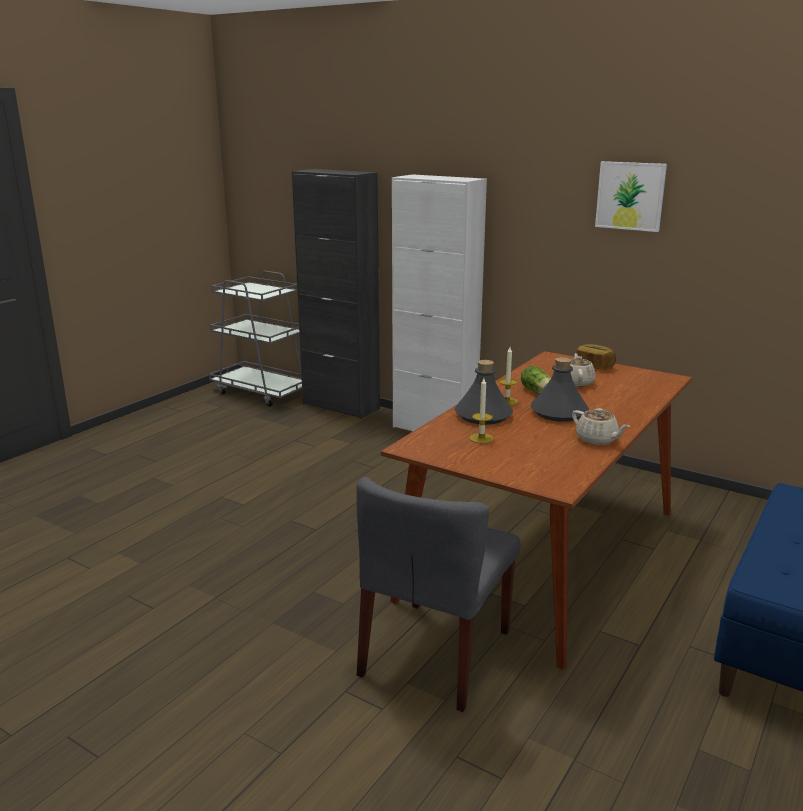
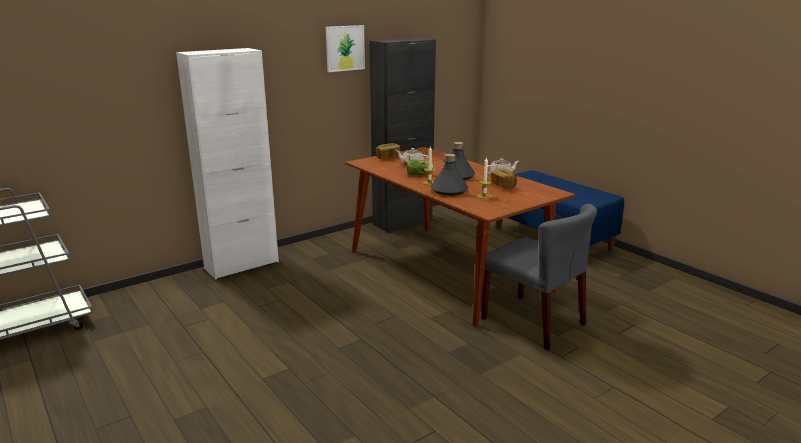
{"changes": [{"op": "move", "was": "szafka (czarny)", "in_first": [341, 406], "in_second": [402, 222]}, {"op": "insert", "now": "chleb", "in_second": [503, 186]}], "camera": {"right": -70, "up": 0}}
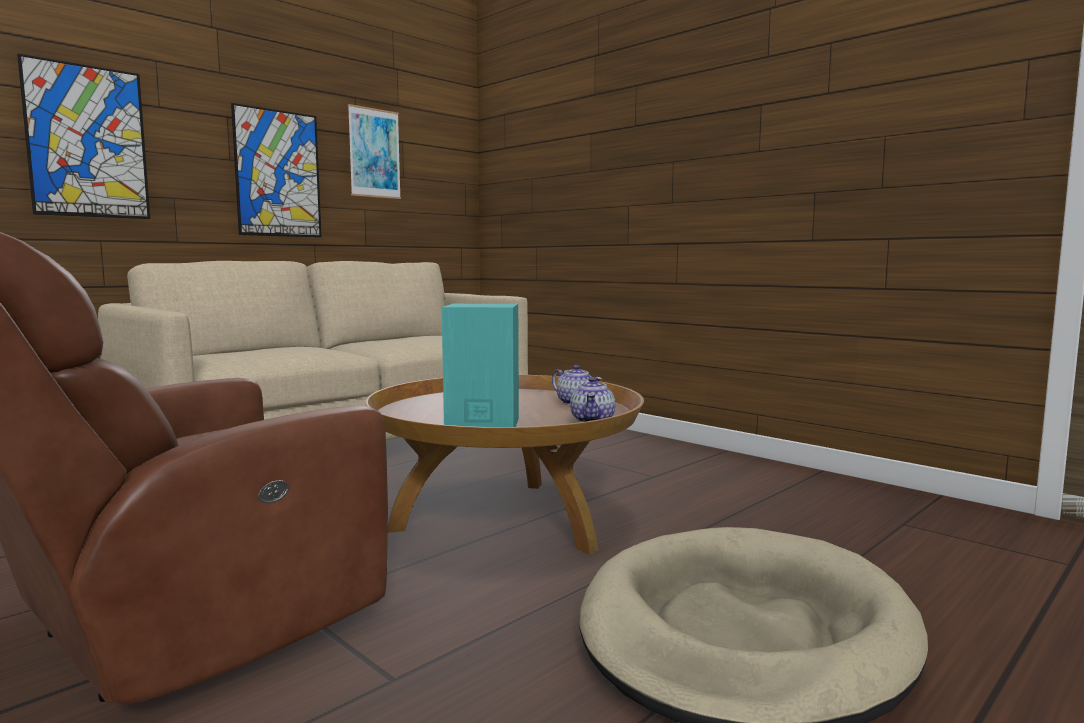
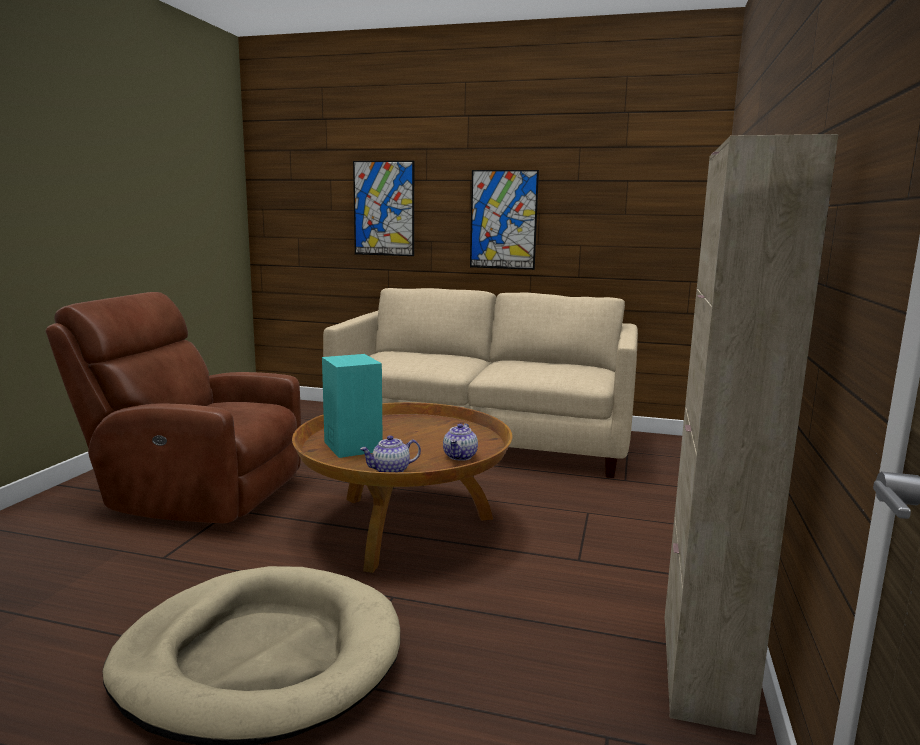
{"changes": [{"op": "insert", "now": "szafka (beżowy)", "in_second": [703, 669]}, {"op": "delete", "was": "obraz", "in_first": [374, 153]}], "camera": {"right": 60, "up": 5}}
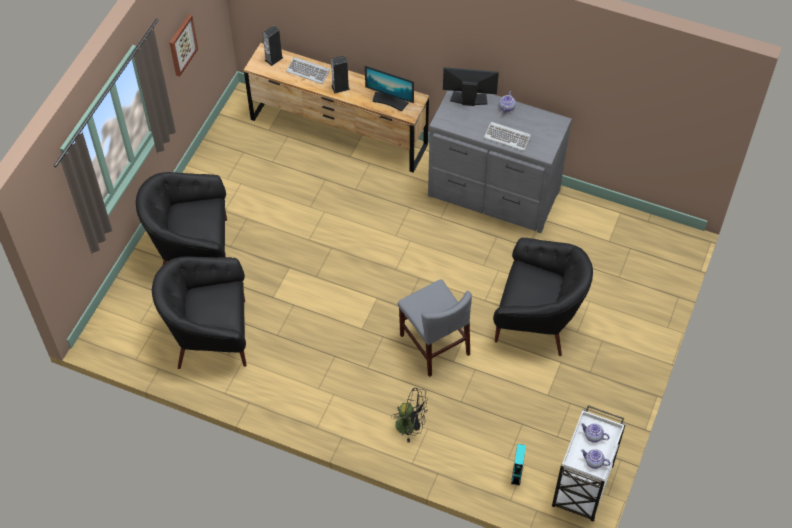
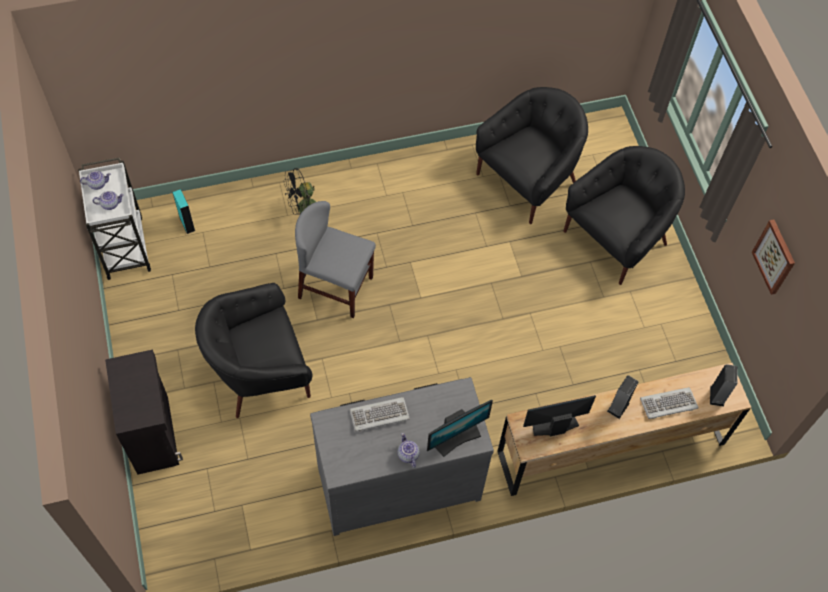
{"changes": [{"op": "insert", "now": "szafka (czarny)", "in_second": [154, 433]}], "camera": {"right": 140, "up": 5}}
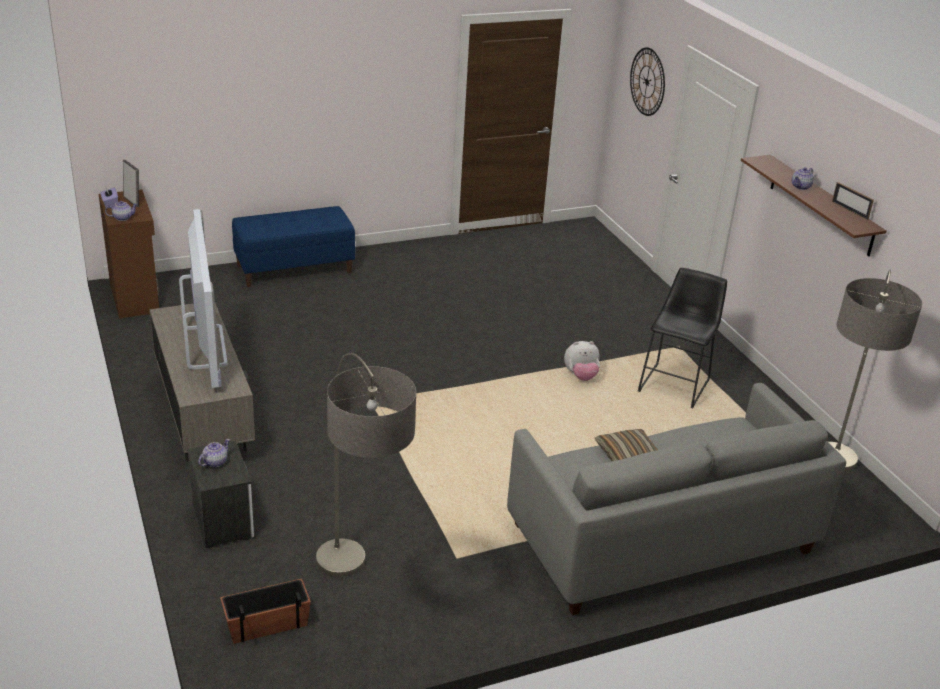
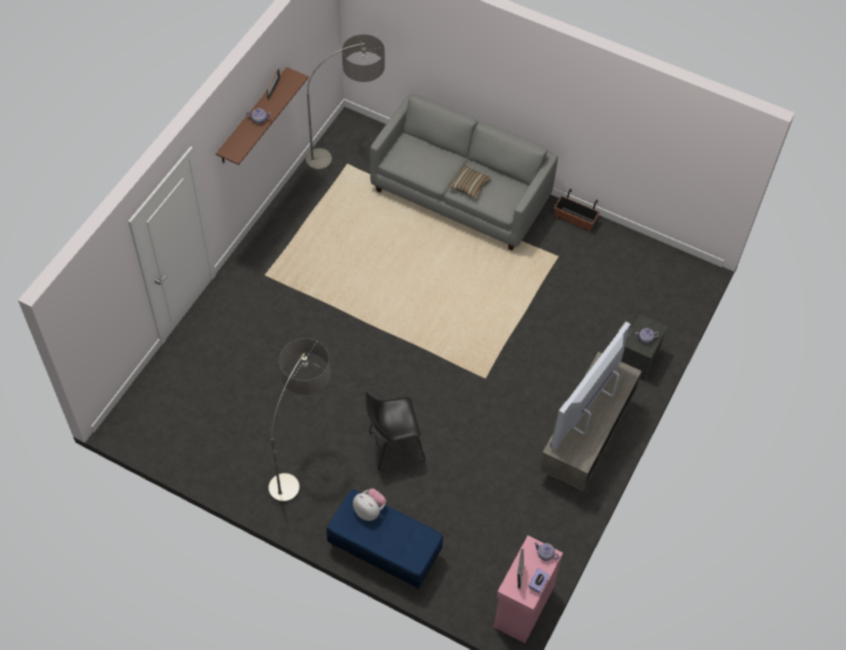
{"changes": [{"op": "move", "was": "lampa stojąca", "in_first": [359, 600], "in_second": [303, 459]}, {"op": "move", "was": "pluszak", "in_first": [581, 376], "in_second": [369, 510]}, {"op": "move", "was": "stołek (czarny)", "in_first": [675, 384], "in_second": [393, 447]}, {"op": "recolor", "was": "szafka (brązowy)", "now": "szafka (różowy)", "in_first": [135, 297], "in_second": [522, 607]}, {"op": "move", "was": "donica", "in_first": [267, 623], "in_second": [575, 219]}, {"op": "delete", "was": "zegar ścienny", "in_first": [647, 81]}], "camera": {"right": -130, "up": 25}}
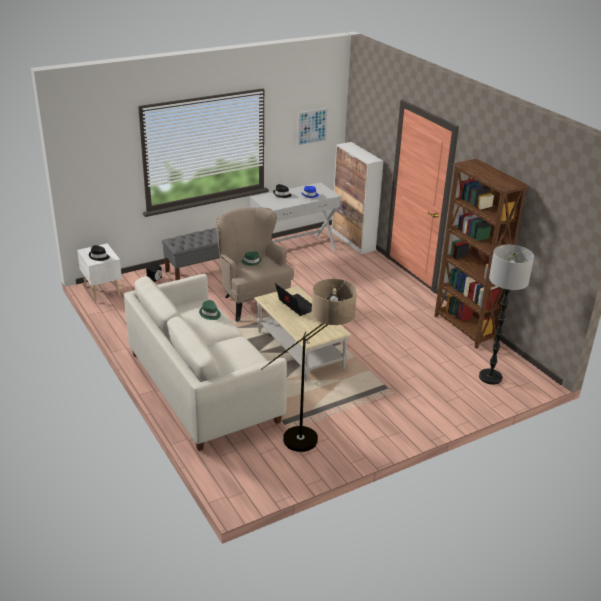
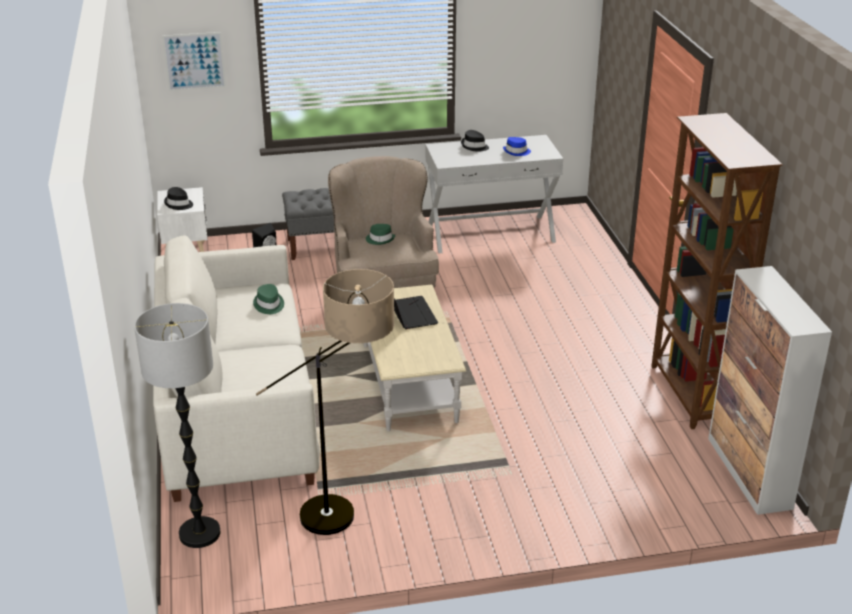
{"changes": [{"op": "move", "was": "lampa stojąca", "in_first": [490, 377], "in_second": [199, 533]}, {"op": "move", "was": "obraz", "in_first": [312, 127], "in_second": [194, 61]}, {"op": "move", "was": "szafka", "in_first": [353, 240], "in_second": [749, 473]}], "camera": {"right": 20, "up": 0}}
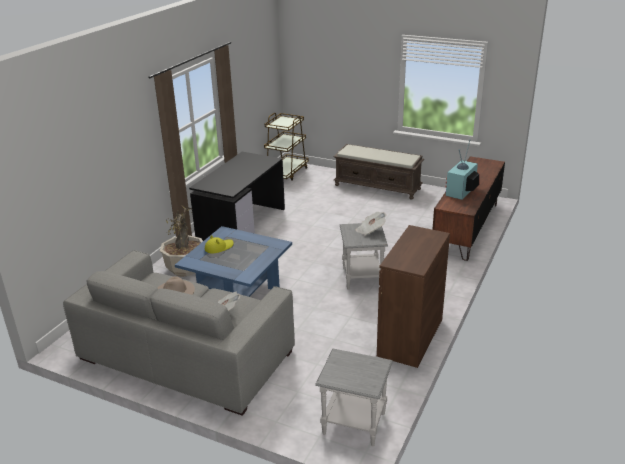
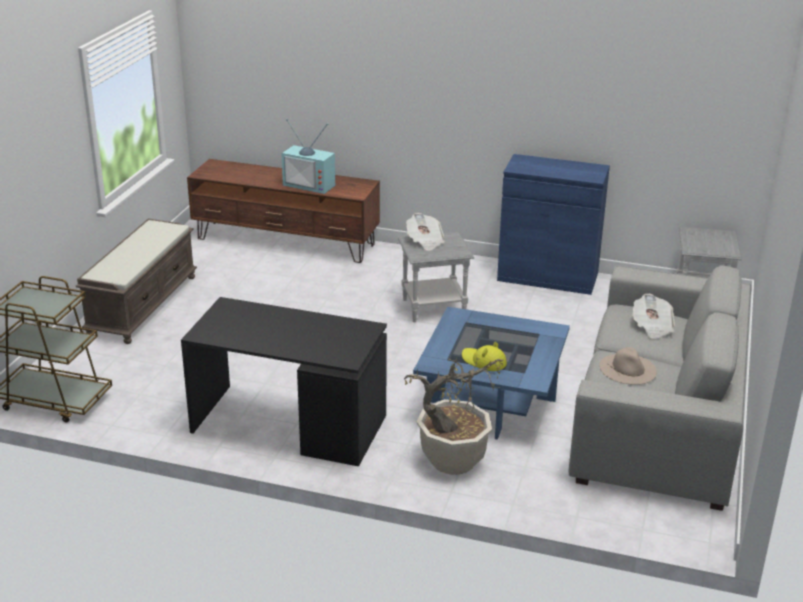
{"changes": [{"op": "recolor", "was": "szafka (brązowy)", "now": "szafka (niebieski)", "in_first": [410, 337], "in_second": [547, 277]}], "camera": {"right": -100, "up": 0}}
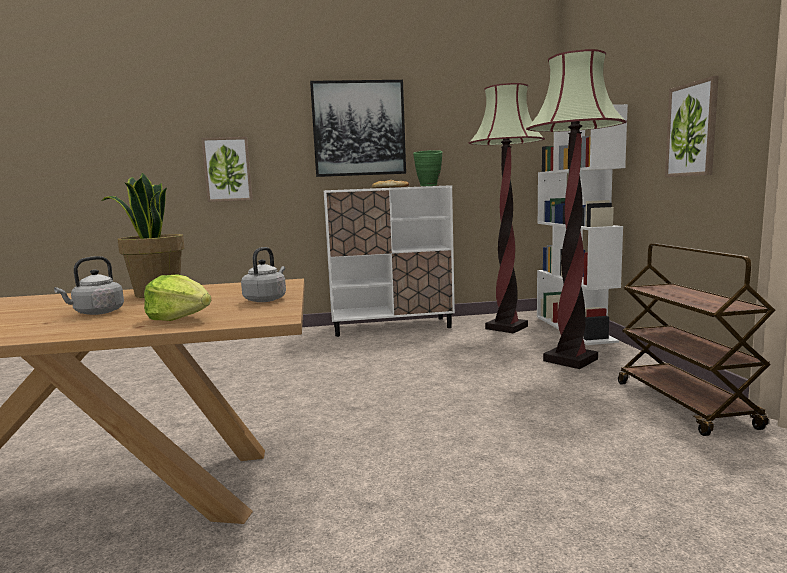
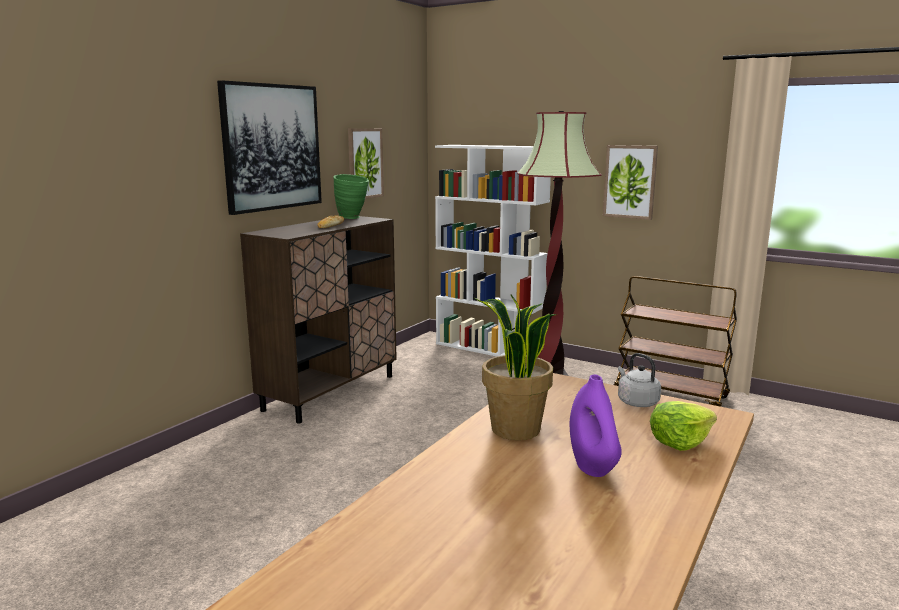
{"changes": [{"op": "recolor", "was": "szafka (biały)", "now": "szafka (brązowy)", "in_first": [392, 327], "in_second": [331, 392]}, {"op": "move", "was": "obraz", "in_first": [227, 169], "in_second": [364, 163]}, {"op": "replace", "was": "czajnik (szary)", "now": "wazon (fioletowy)", "in_first": [96, 313], "in_second": [593, 467]}, {"op": "delete", "was": "lampa stojąca", "in_first": [506, 327]}], "camera": {"right": -50, "up": 5}}
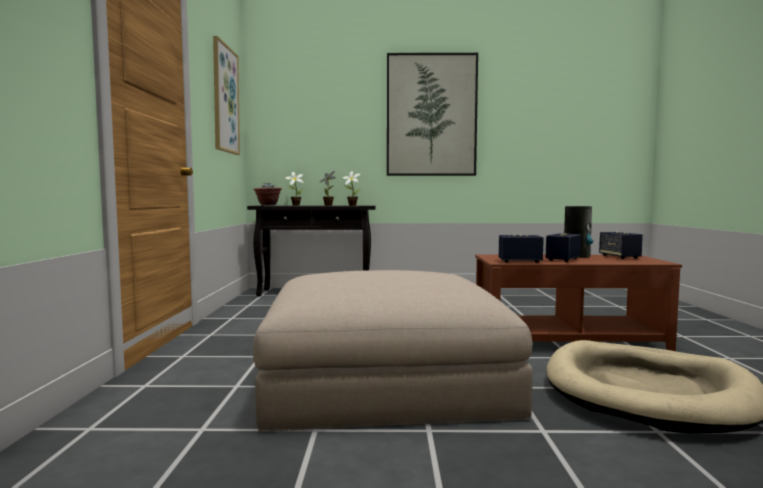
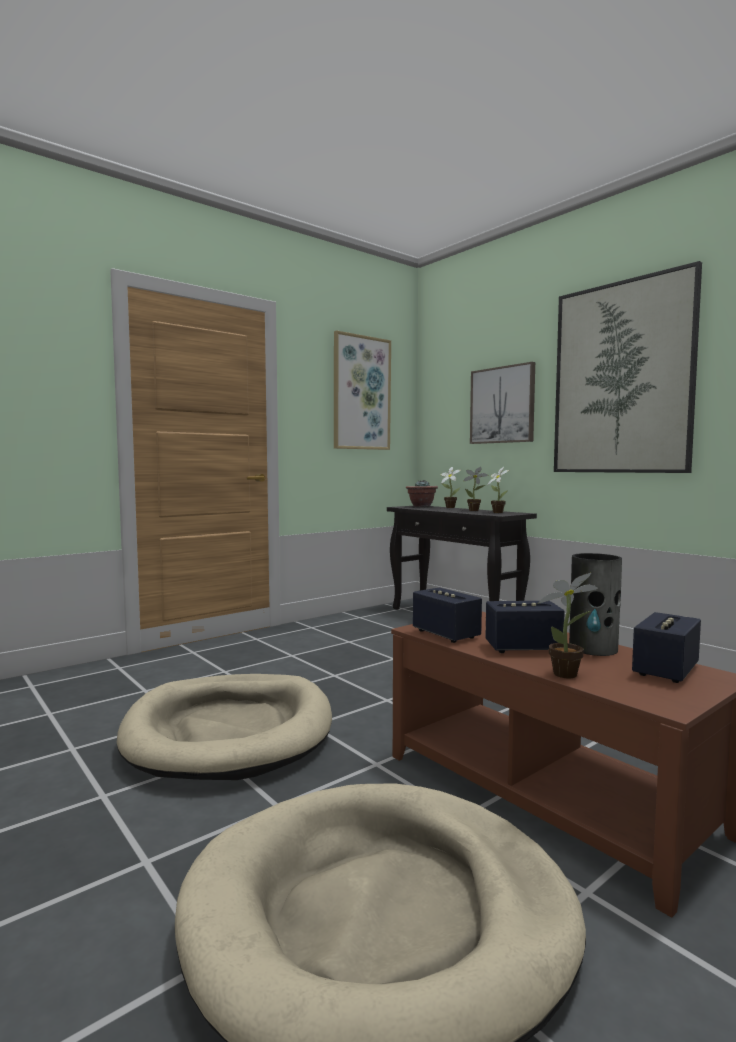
{"changes": [{"op": "replace", "was": "pufa (beżowy)", "now": "legowisko (beżowy)", "in_first": [384, 376], "in_second": [230, 731]}, {"op": "insert", "now": "obraz", "in_second": [502, 405]}, {"op": "insert", "now": "roślina doniczkowa", "in_second": [569, 674]}], "camera": {"right": 50, "up": 0}}
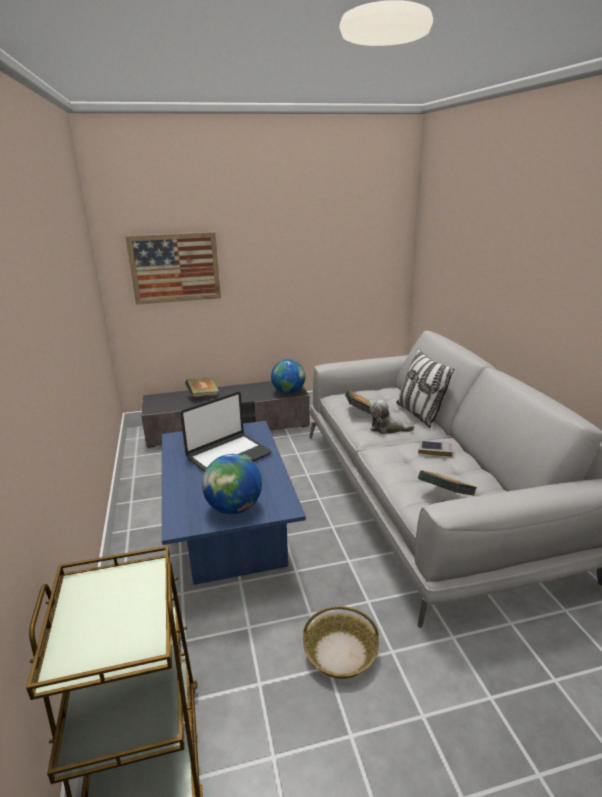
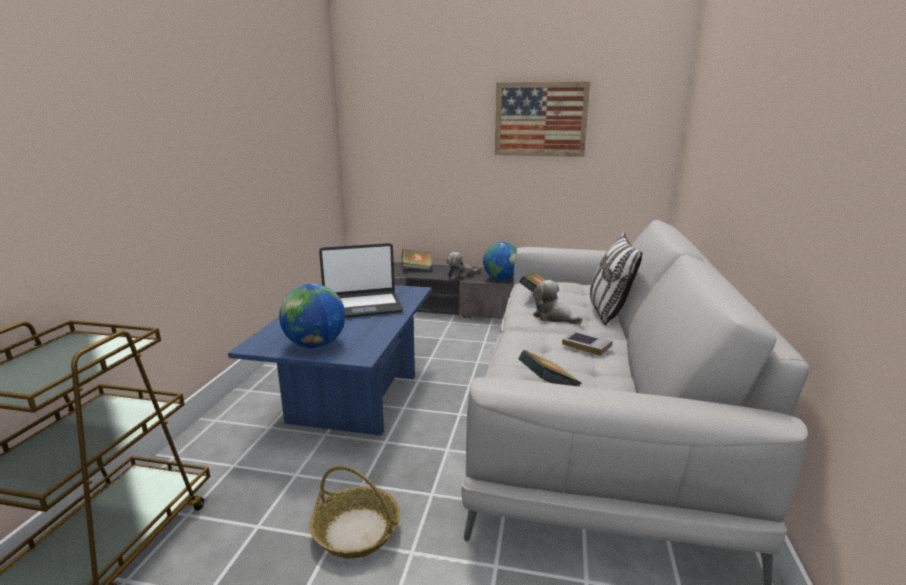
{"changes": [{"op": "insert", "now": "pluszak", "in_second": [461, 275]}, {"op": "move", "was": "obraz", "in_first": [175, 268], "in_second": [540, 119]}], "camera": {"right": 25, "up": -5}}
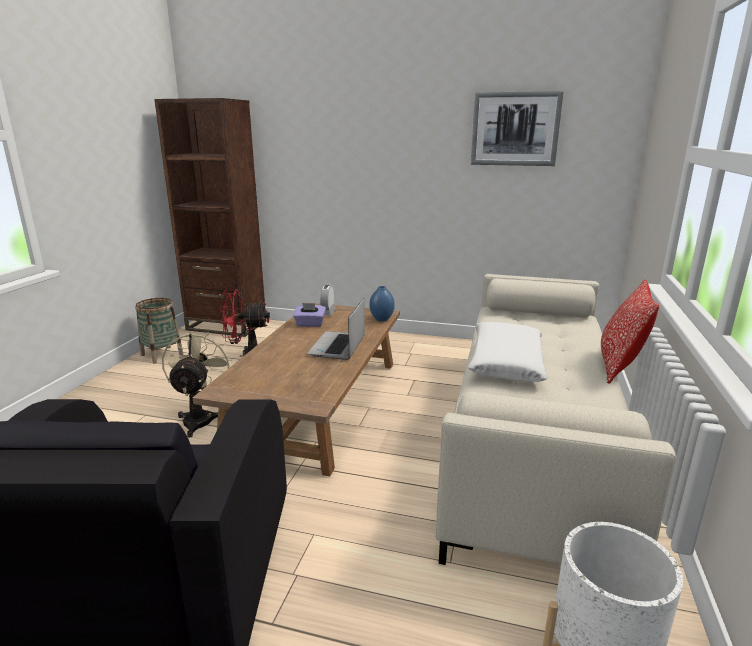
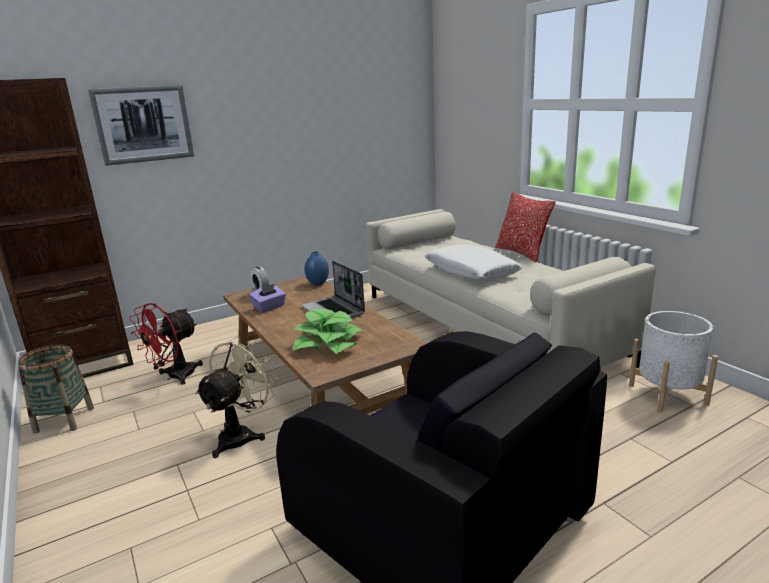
{"changes": [{"op": "move", "was": "obraz", "in_first": [515, 129], "in_second": [143, 124]}, {"op": "rotate", "was": "wentylator (beżowy)", "in_first": [200, 418], "in_second": [242, 435], "clockwise": 75}, {"op": "insert", "now": "roślina doniczkowa", "in_second": [328, 343]}], "camera": {"right": -45, "up": 0}}
